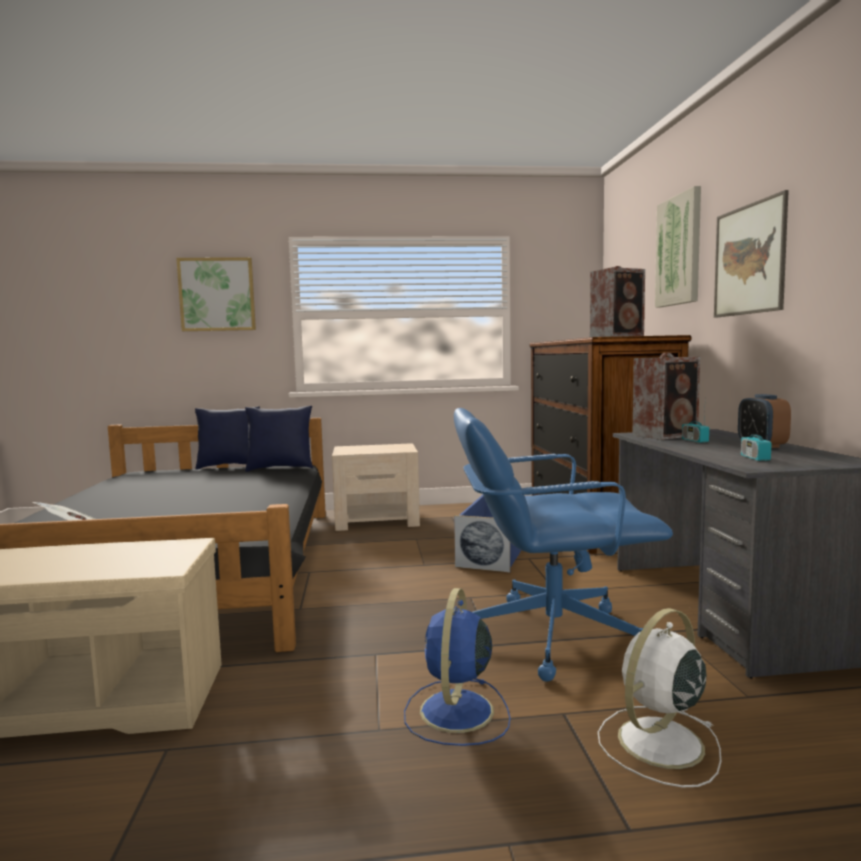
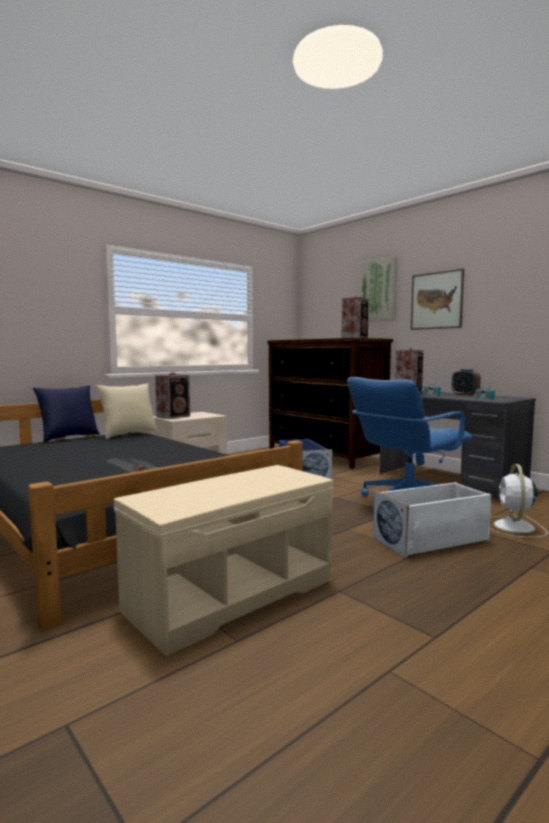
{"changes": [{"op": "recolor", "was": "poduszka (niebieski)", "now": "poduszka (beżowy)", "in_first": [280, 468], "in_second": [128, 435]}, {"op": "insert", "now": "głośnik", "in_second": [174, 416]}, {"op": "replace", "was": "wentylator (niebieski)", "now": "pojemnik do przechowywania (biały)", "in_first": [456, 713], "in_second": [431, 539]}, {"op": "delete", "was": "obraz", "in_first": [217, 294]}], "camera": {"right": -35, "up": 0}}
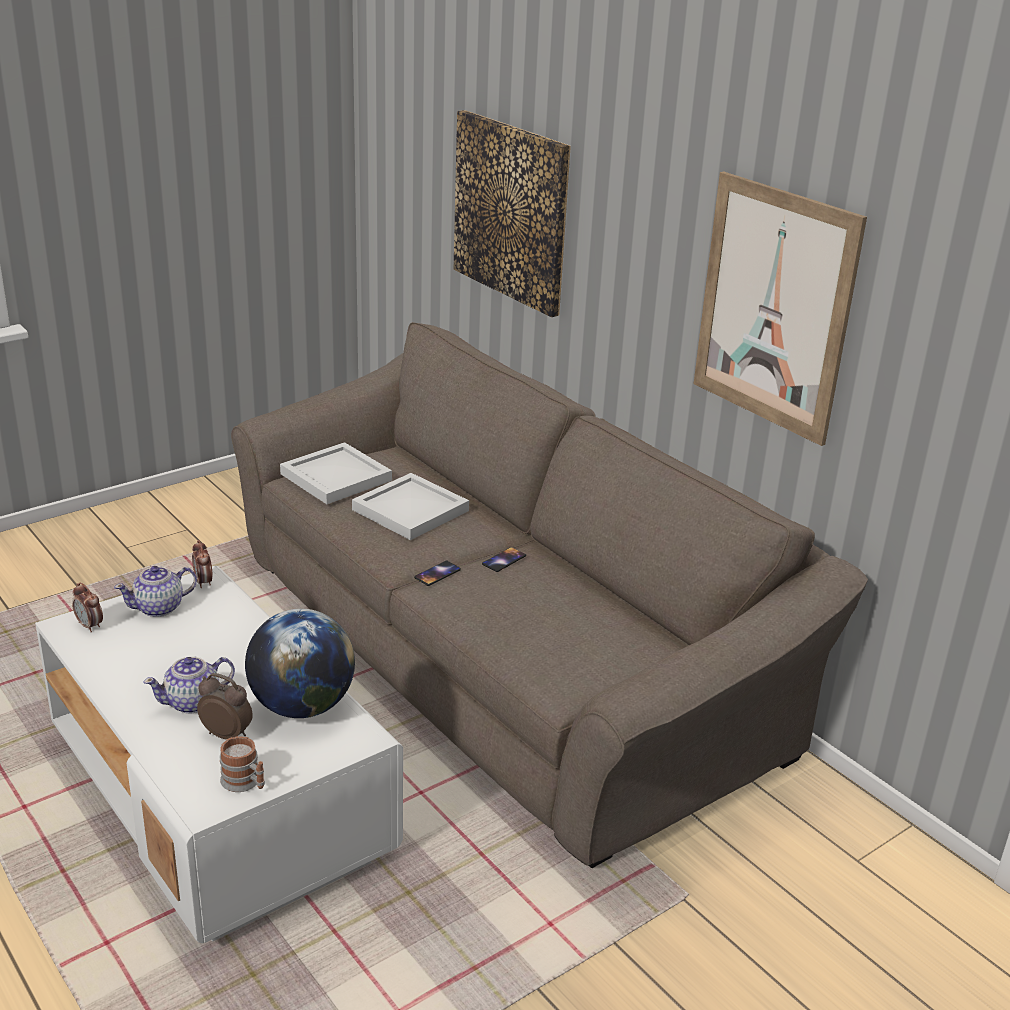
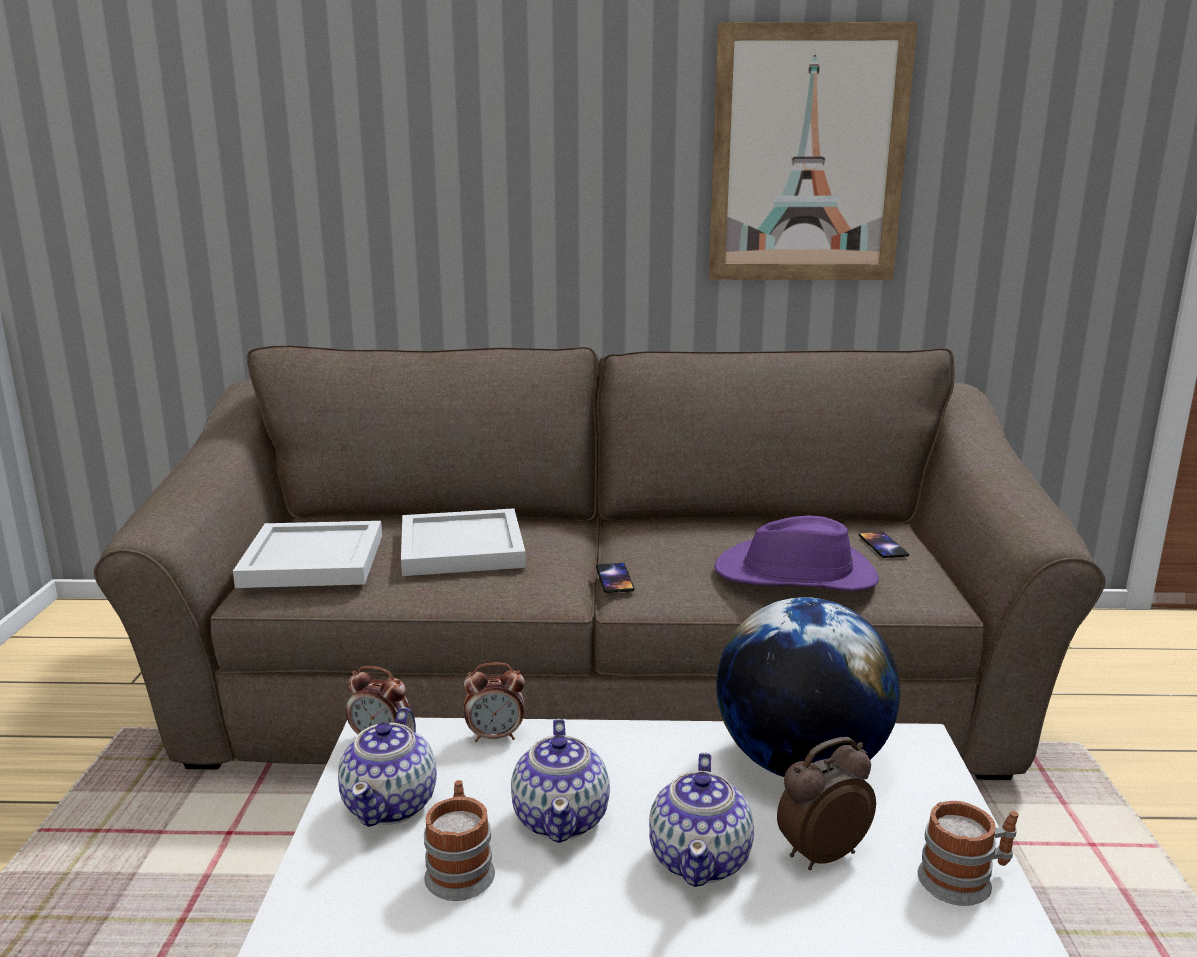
{"changes": [{"op": "insert", "now": "kubek", "in_second": [460, 868]}, {"op": "move", "was": "budzik", "in_first": [90, 626], "in_second": [495, 736]}, {"op": "insert", "now": "imbryk", "in_second": [562, 818]}, {"op": "insert", "now": "kapelusz (fioletowy)", "in_second": [797, 575]}, {"op": "move", "was": "telefon", "in_first": [504, 560], "in_second": [882, 545]}, {"op": "delete", "was": "obraz", "in_first": [511, 211]}], "camera": {"right": -50, "up": -10}}
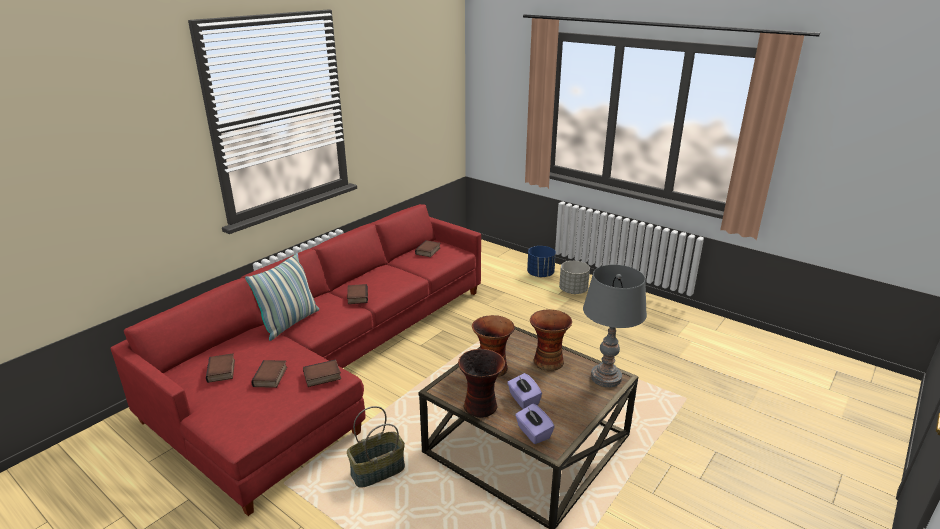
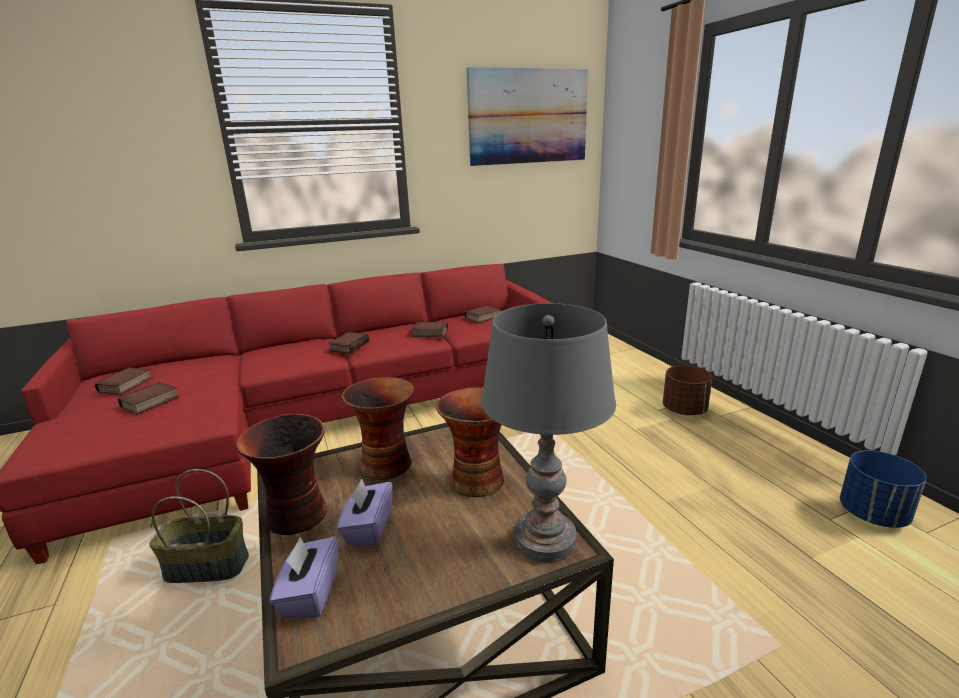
{"changes": [{"op": "move", "was": "książka", "in_first": [322, 377], "in_second": [429, 333]}, {"op": "insert", "now": "obraz", "in_second": [528, 117]}, {"op": "recolor", "was": "donica (szary)", "now": "donica (brązowy)", "in_first": [573, 290], "in_second": [684, 410]}, {"op": "move", "was": "donica (niebieski)", "in_first": [540, 274], "in_second": [873, 515]}, {"op": "delete", "was": "poduszka", "in_first": [289, 323]}], "camera": {"right": 30, "up": -5}}
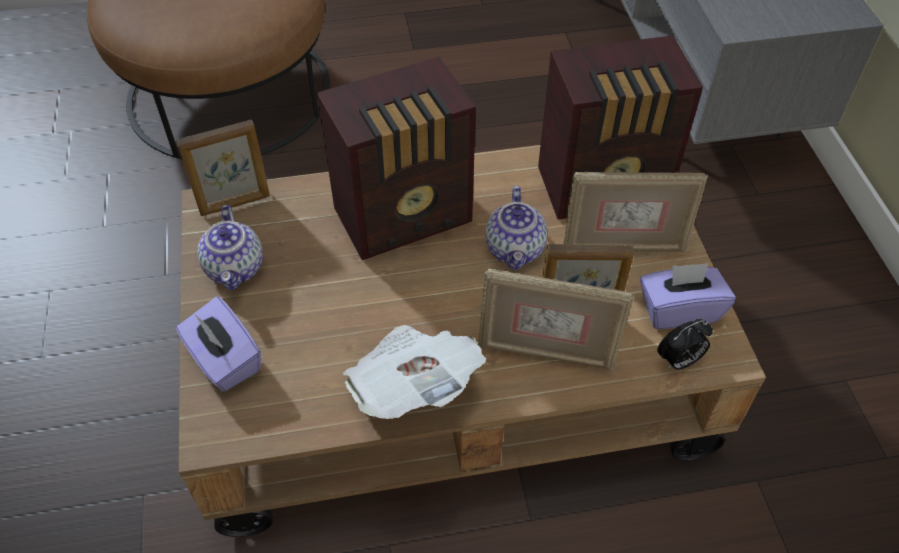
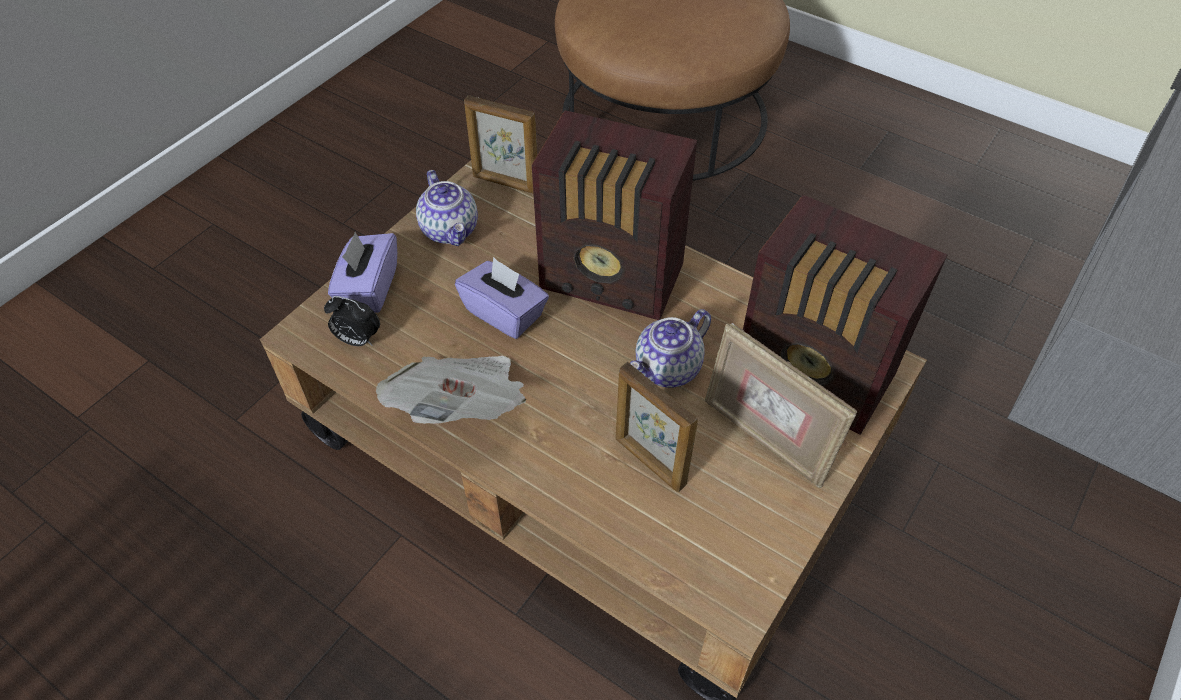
{"changes": [{"op": "move", "was": "budzik", "in_first": [678, 361], "in_second": [357, 340]}, {"op": "rotate", "was": "imbryk", "in_first": [236, 268], "in_second": [451, 230], "clockwise": -60}, {"op": "move", "was": "pudełko chusteczek (fioletowy)", "in_first": [679, 310], "in_second": [505, 313]}, {"op": "delete", "was": "ramka na zdjęcie", "in_first": [546, 352]}], "camera": {"right": 45, "up": 0}}
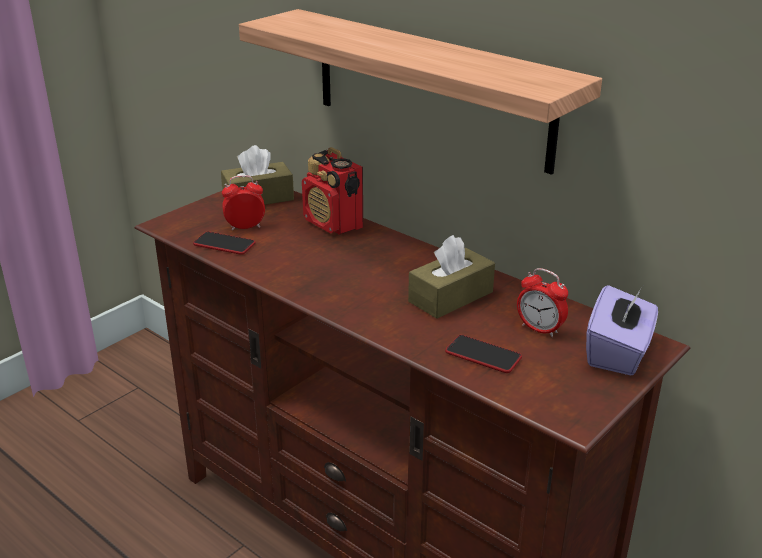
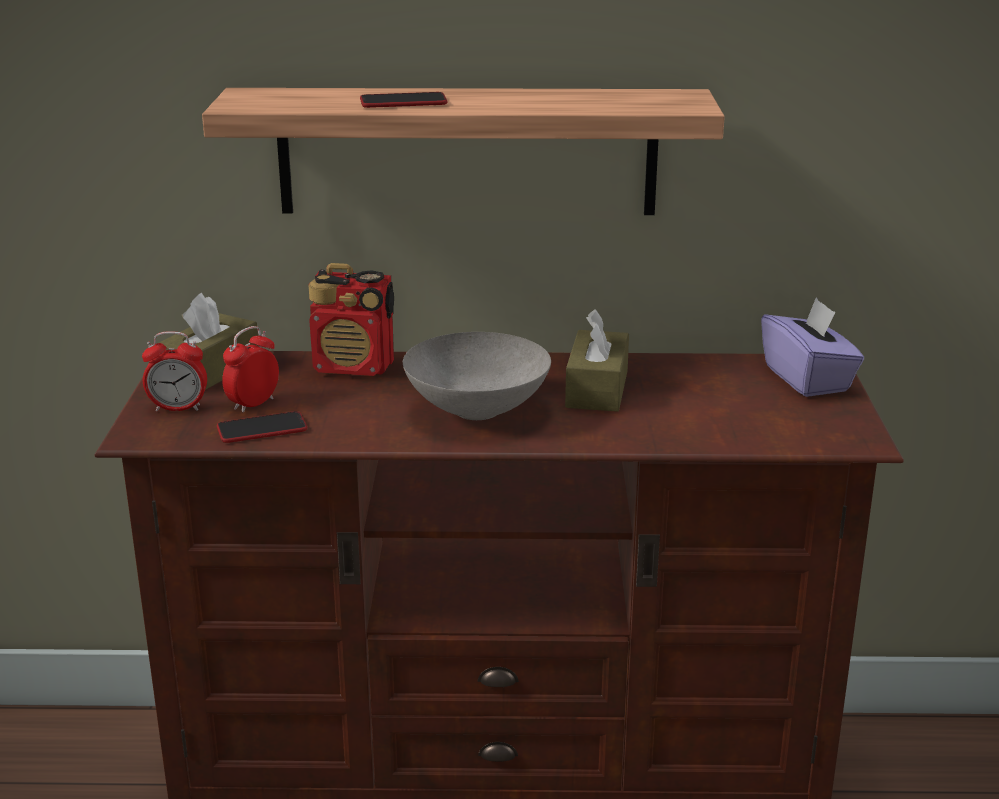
{"changes": [{"op": "move", "was": "budzik", "in_first": [539, 329], "in_second": [178, 408]}, {"op": "move", "was": "telefon", "in_first": [483, 355], "in_second": [403, 102]}, {"op": "insert", "now": "miska (szary)", "in_second": [479, 411]}], "camera": {"right": -40, "up": -5}}
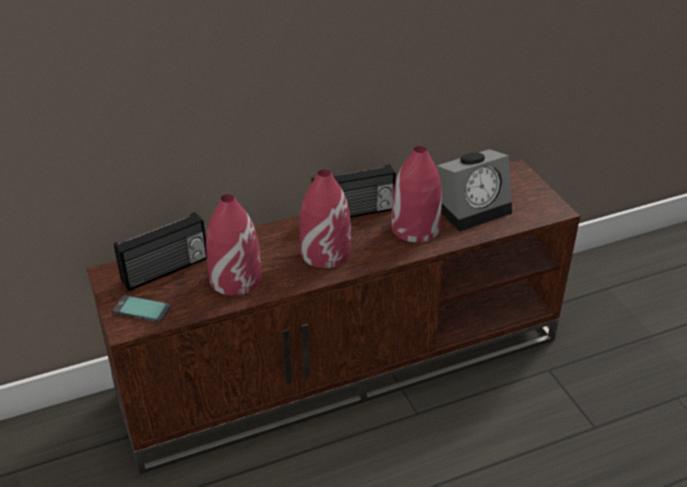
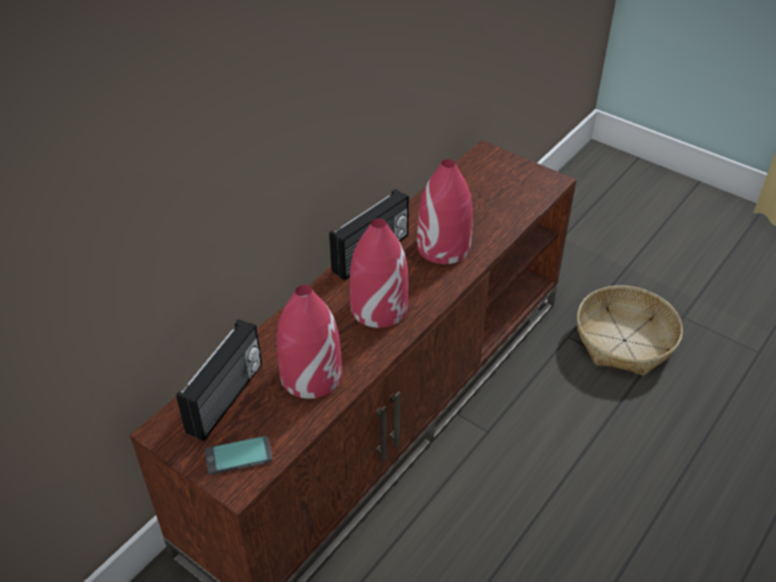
{"changes": [{"op": "insert", "now": "koszyk", "in_second": [624, 340]}, {"op": "delete", "was": "budzik", "in_first": [474, 208]}], "camera": {"right": -30, "up": 5}}
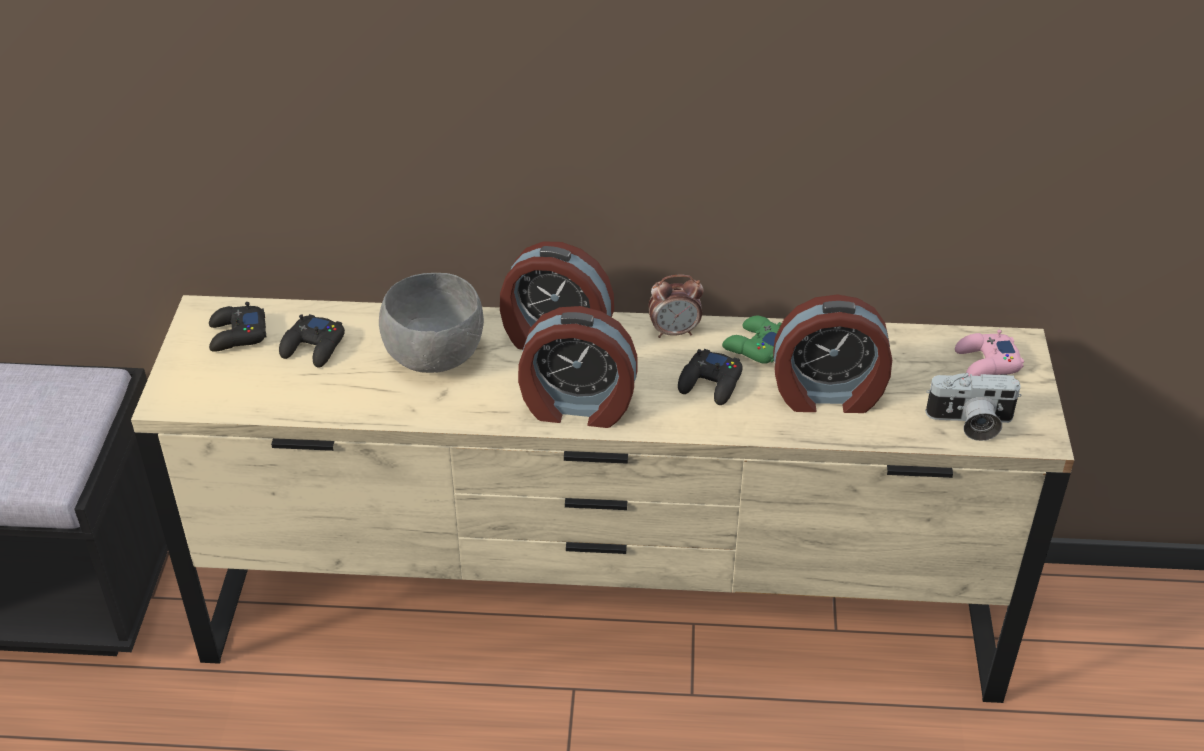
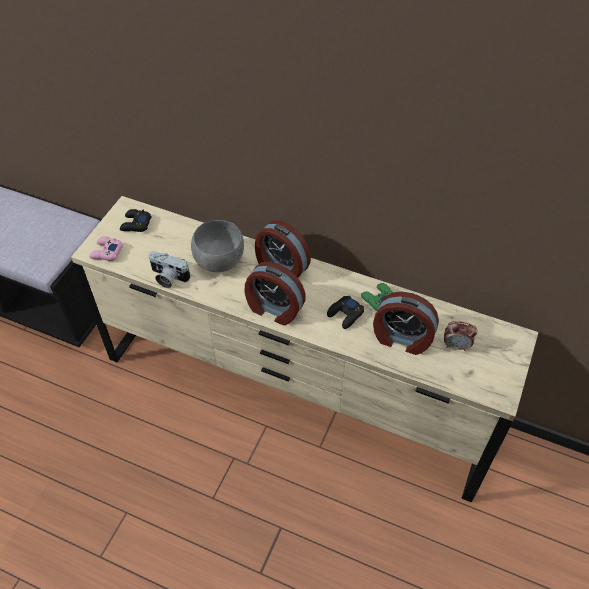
{"changes": [{"op": "move", "was": "pad do gier (różowy)", "in_first": [987, 363], "in_second": [106, 252]}, {"op": "move", "was": "aparat fotograficzny", "in_first": [970, 423], "in_second": [168, 277]}, {"op": "move", "was": "budzik", "in_first": [674, 332], "in_second": [456, 346]}, {"op": "delete", "was": "pad do gier (czarny)", "in_first": [314, 347]}], "camera": {"right": 20, "up": 10}}
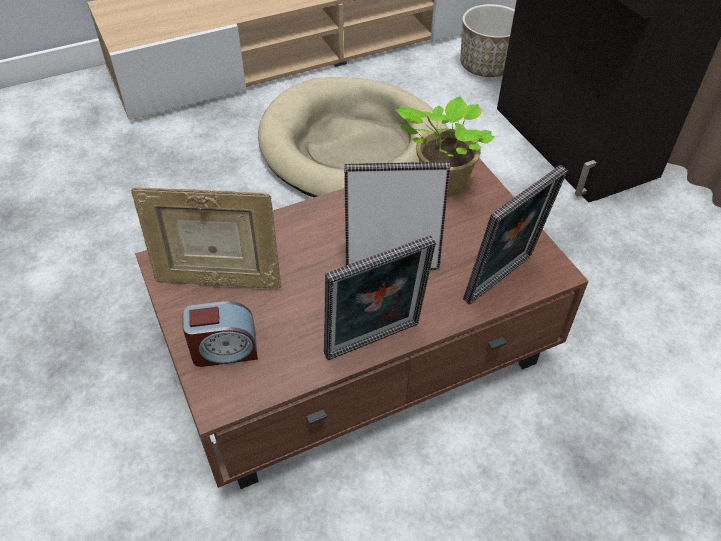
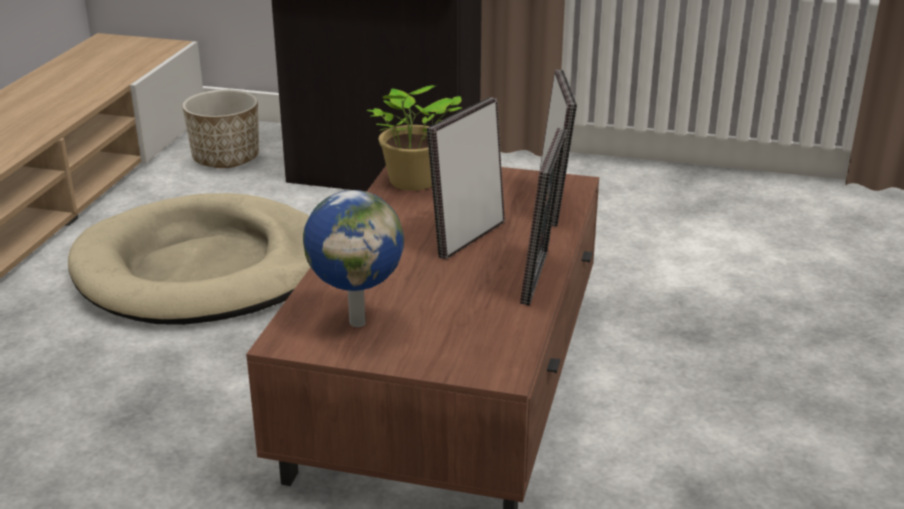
{"changes": [{"op": "replace", "was": "ramka na zdjęcie", "now": "globus", "in_first": [218, 280], "in_second": [357, 321]}, {"op": "delete", "was": "budzik", "in_first": [224, 350]}], "camera": {"right": -50, "up": -20}}
